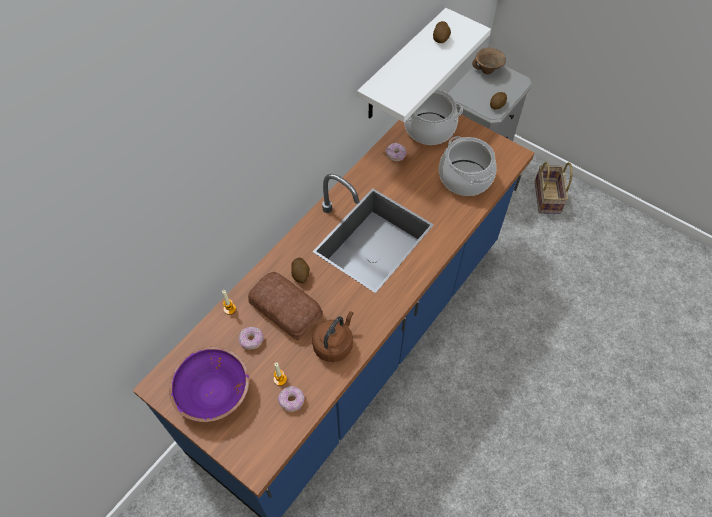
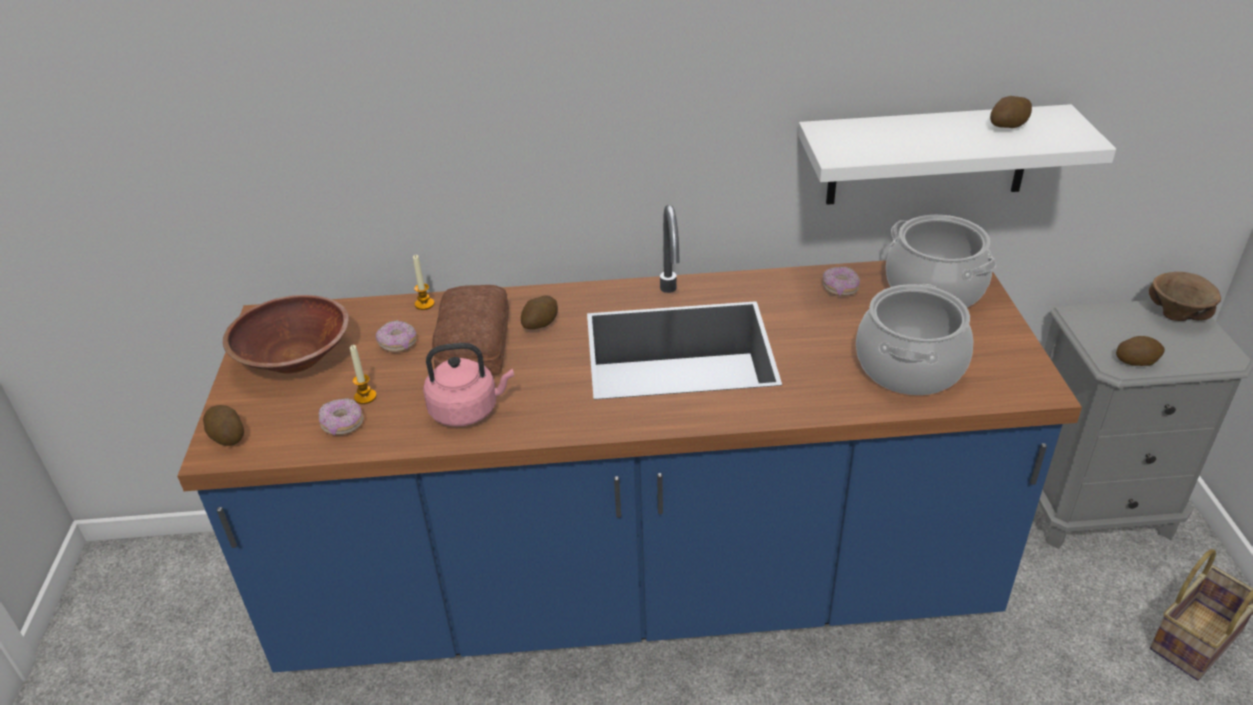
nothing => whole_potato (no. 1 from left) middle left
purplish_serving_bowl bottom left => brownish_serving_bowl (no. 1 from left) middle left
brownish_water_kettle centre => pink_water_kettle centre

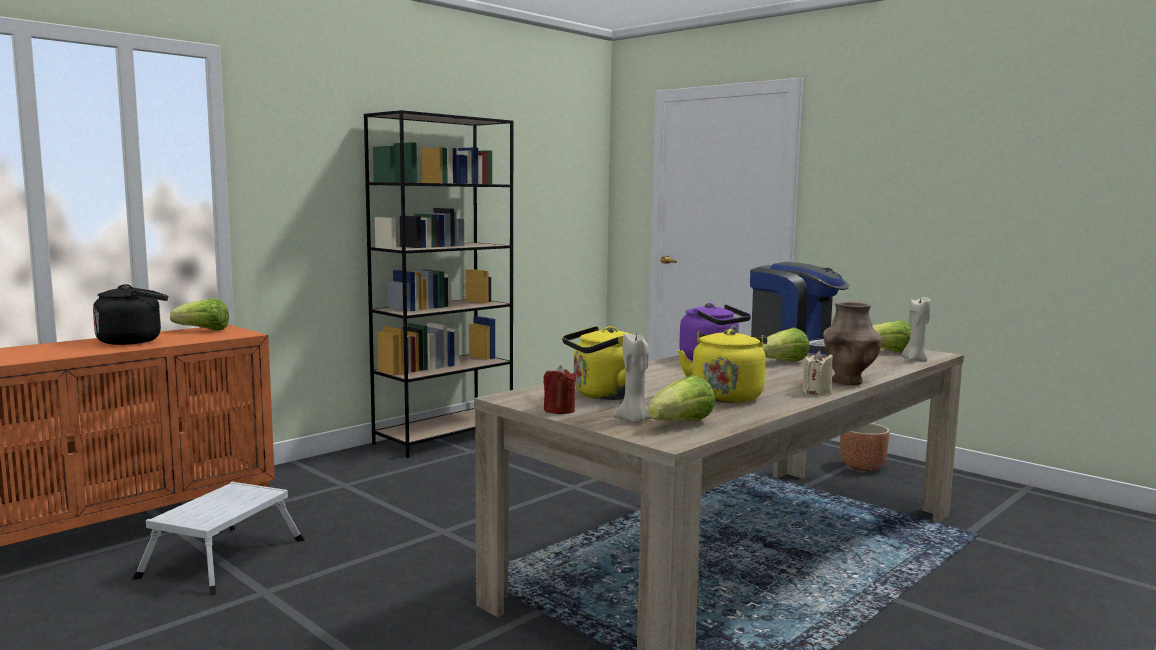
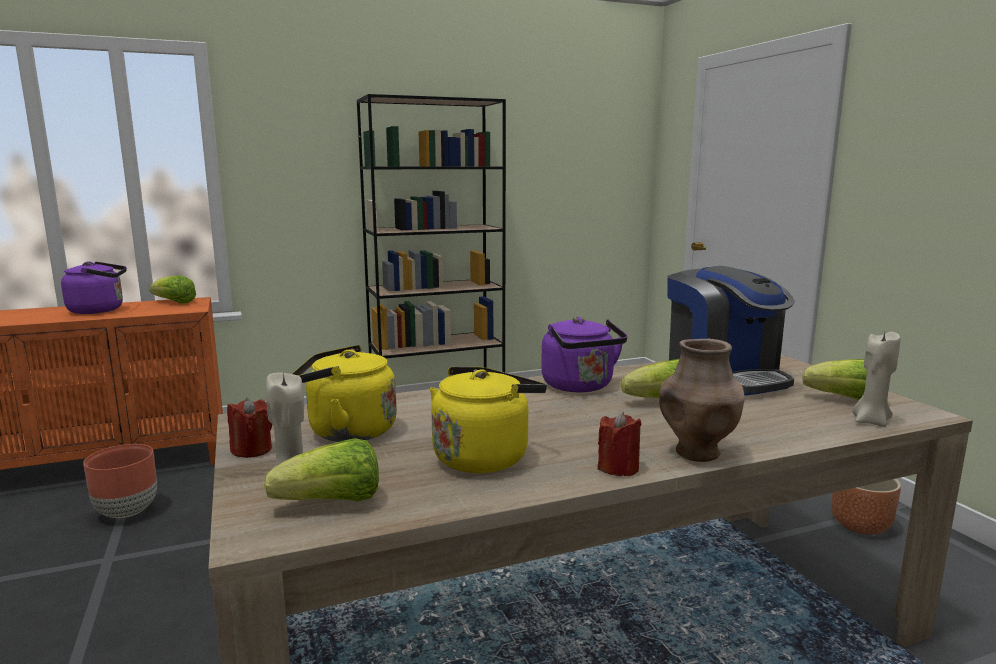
blackish_water_kettle middle left => purplish_water_kettle (no. 1 from left) middle left
whitish_step_stool bottom left => brownish_plant_pot (no. 1 from left) bottom left
sand-coloured_wax_light (no. 2 from left) middle right => reddish_wax_light (no. 2 from left) bottom centre

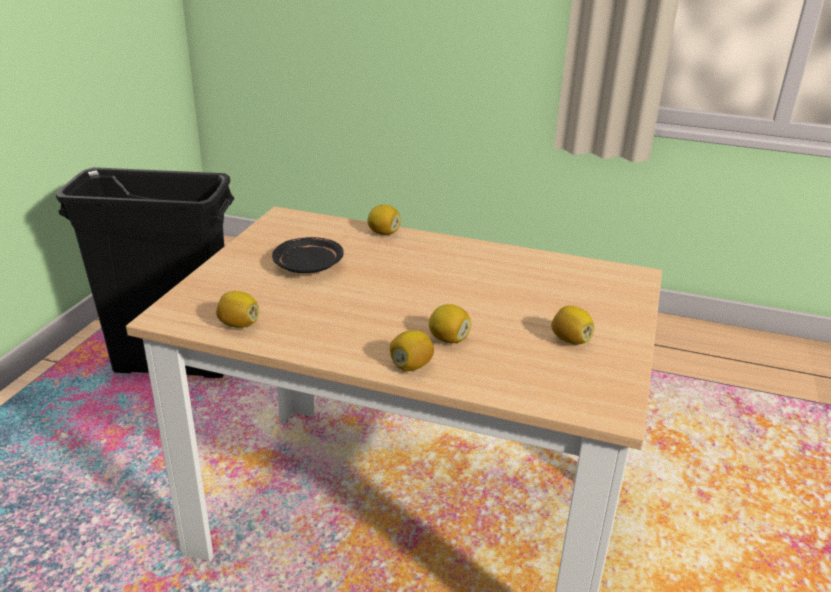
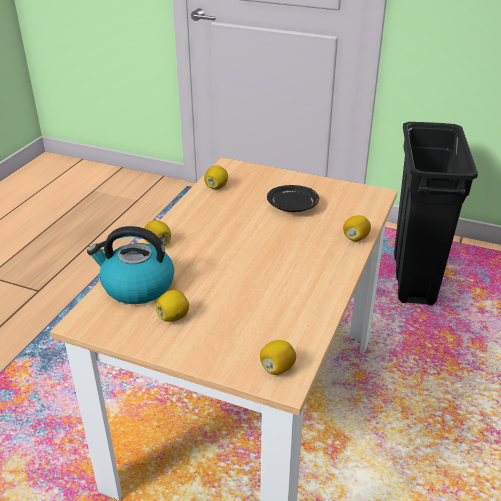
nothing => water_kettle middle left
citrus_fruit (no. 4 from left) centre => citrus_fruit (no. 4 from left) bottom centre, shifted

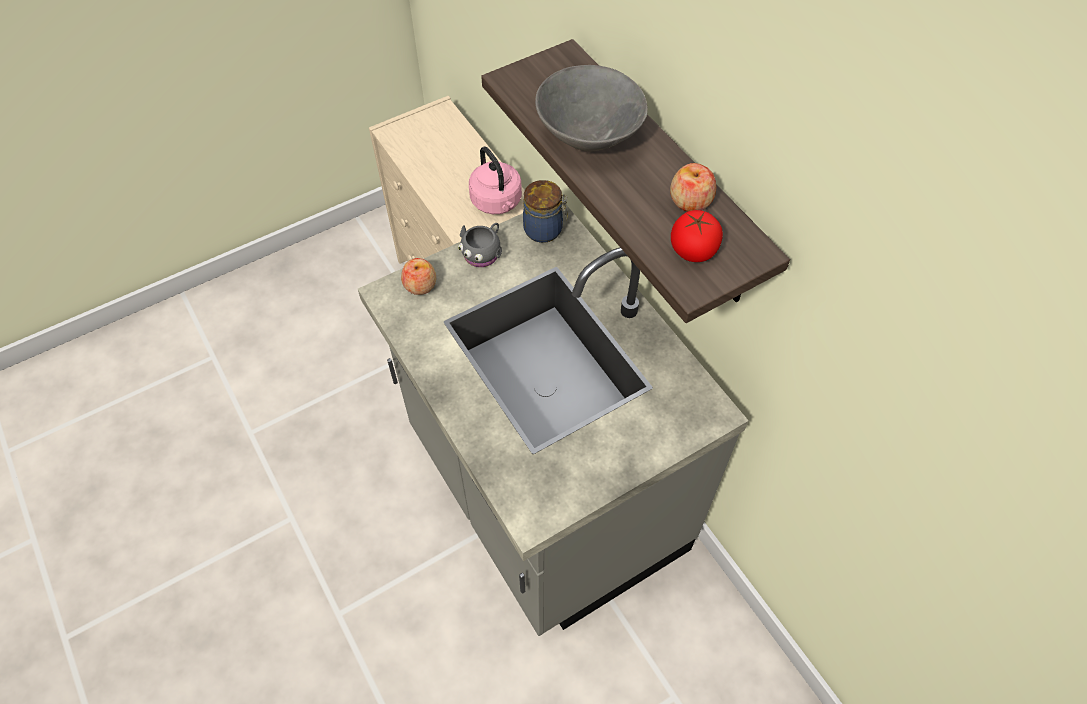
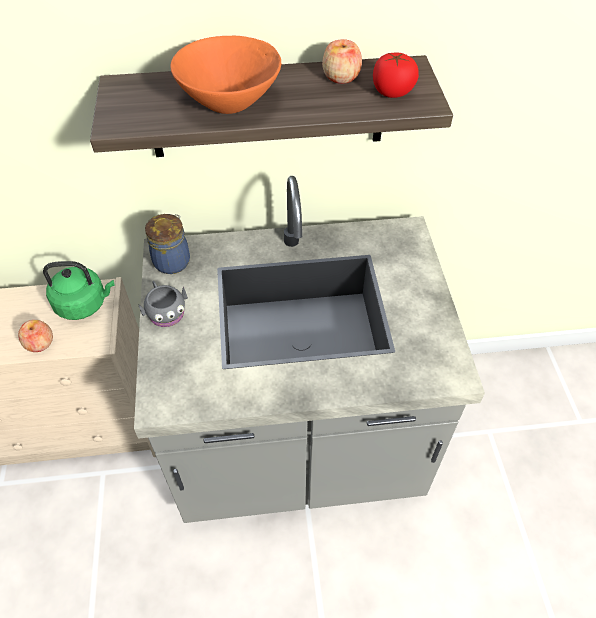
whole_apple (no. 1 from left) centre => whole_apple (no. 1 from left) middle left, shifted
pink_water_kettle top centre => greenish_water_kettle middle left
greyish_serving_bowl top centre => orange-coloured_serving_bowl top centre

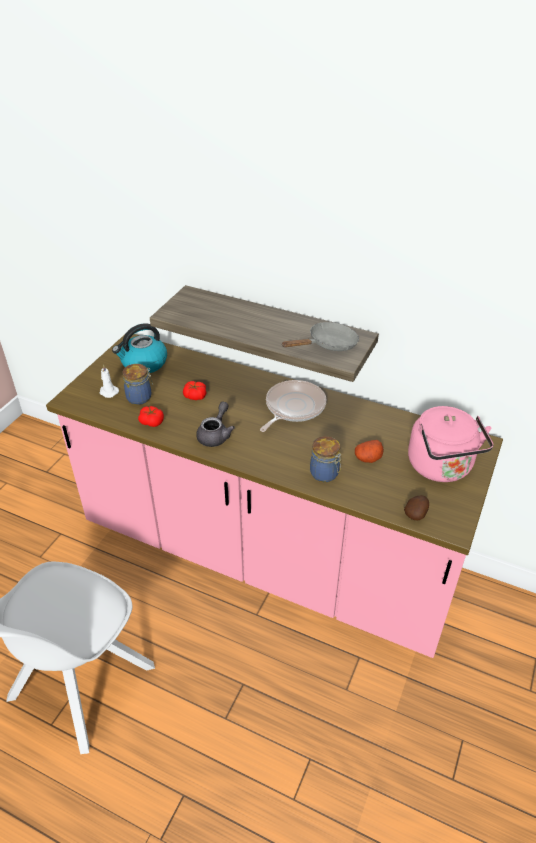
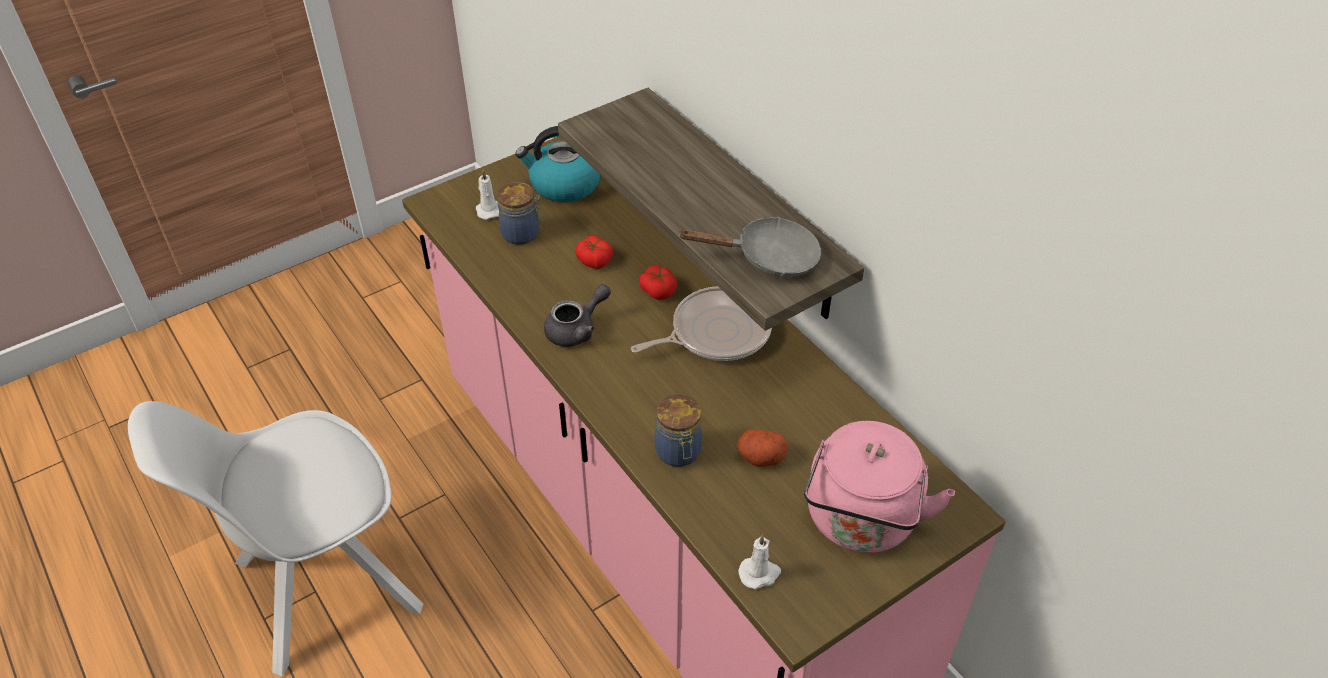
fresh_tomato (no. 1 from left in the first image) middle left => fresh_tomato (no. 2 from left) centre, shifted
whole_potato (no. 2 from left) middle right => whitish_wax_light (no. 2 from left) bottom centre

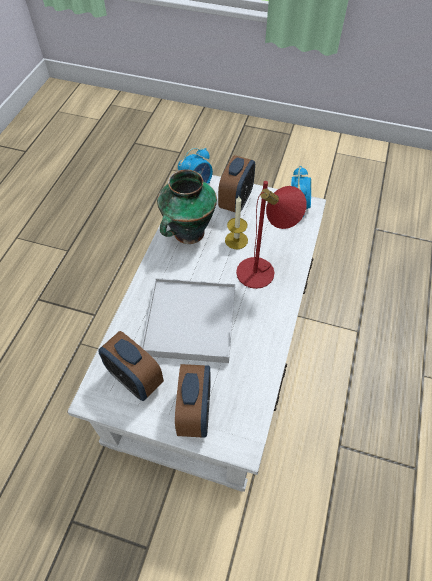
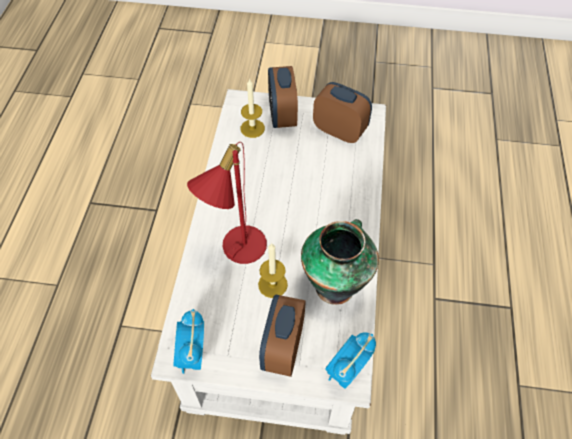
nothing => wax_light (no. 1 from left) top centre
whitish_serving_tray centre => nothing

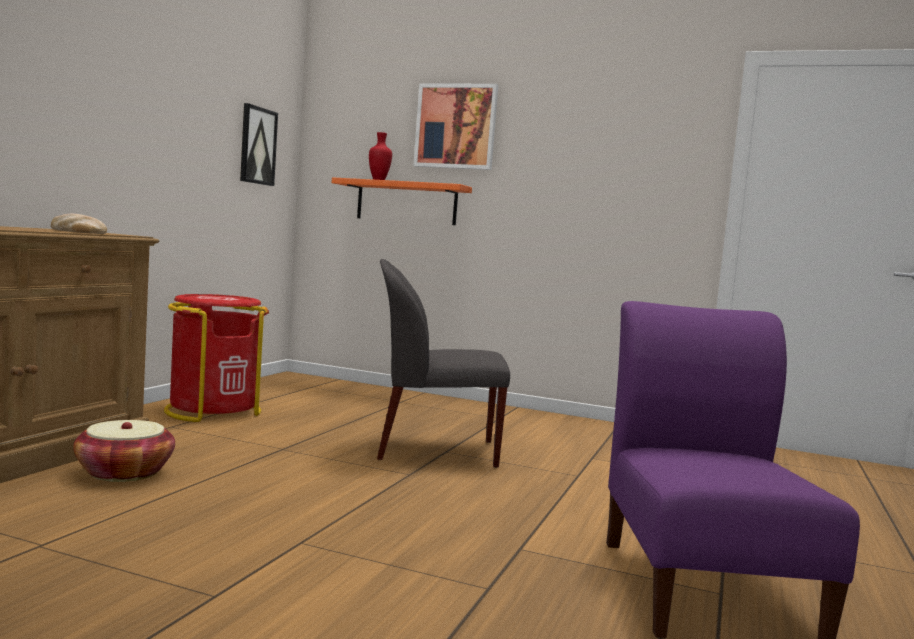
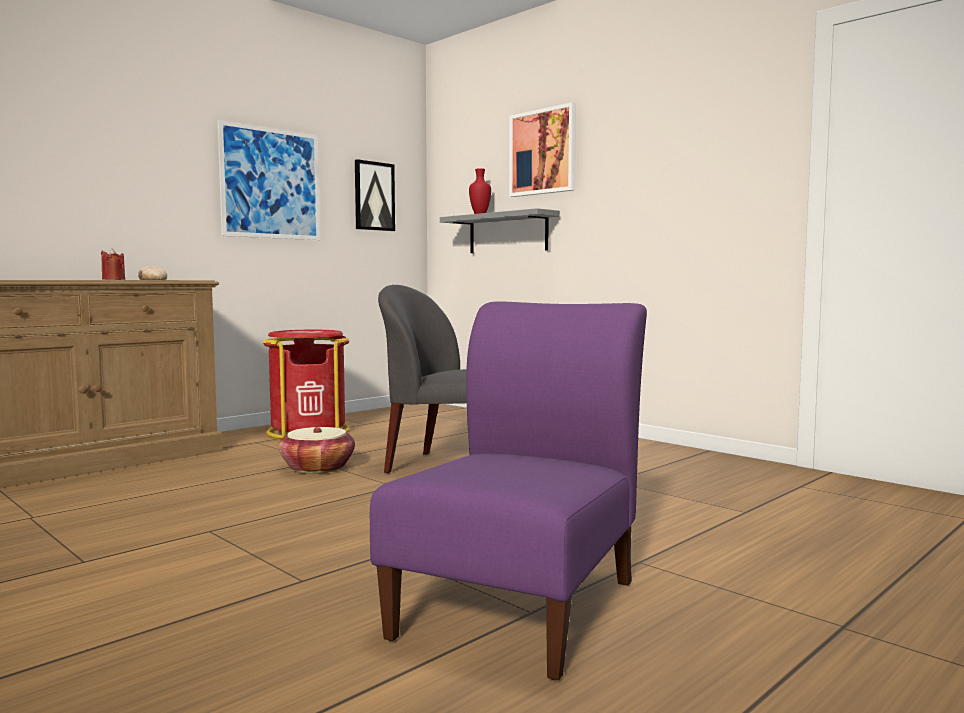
nothing => reddish_wax_light middle left
nothing => wall_art (no. 1 from left) top left
storage_basket bottom left => storage_basket middle left, shifted
orange-coloured_bracket_shelf top centre => greyish_bracket_shelf top centre

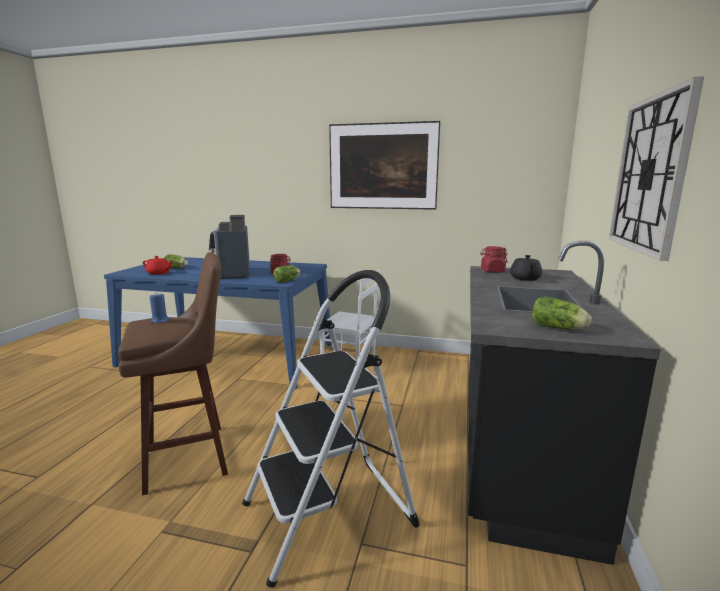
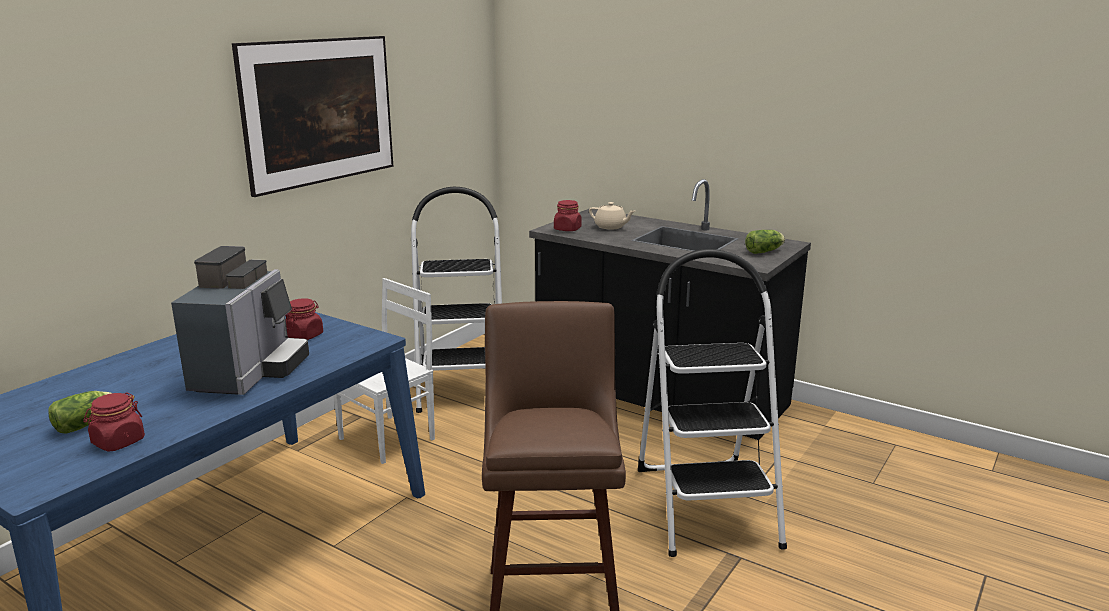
reddish_pot_for_tea middle left => reddish_jar (no. 1 from left) bottom left
coffee_brewer middle left, 90 degrees counterclockwise
nothing => step_stool (no. 1 from left) centre
blackish_pot_for_tea middle right => sand-coloured_pot_for_tea centre
blue_wax_light middle left => nothing
head_of_lettuce (no. 2 from left) centre => nothing
hanging_clock top right => nothing

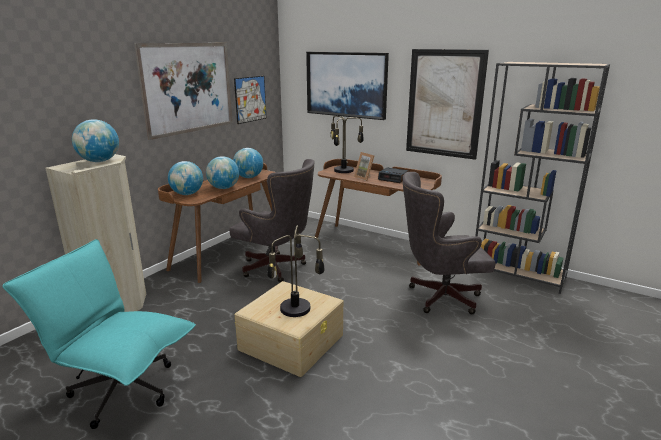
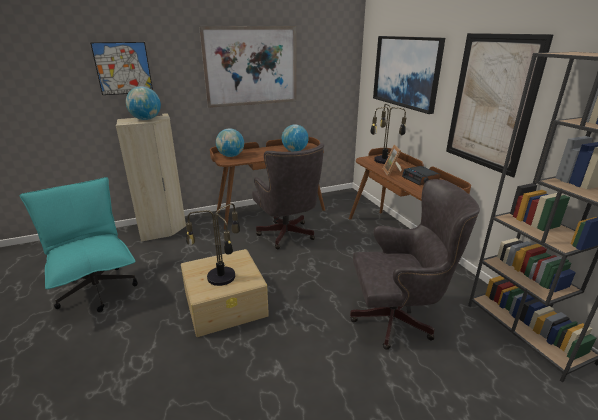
wall_art (no. 2 from left in the first image) top centre => wall_art (no. 1 from left) top left, shifted
greyish_computer_chair (no. 2 from left) middle right, 150 degrees clockwise
desk_globe (no. 3 from left) centre => nothing

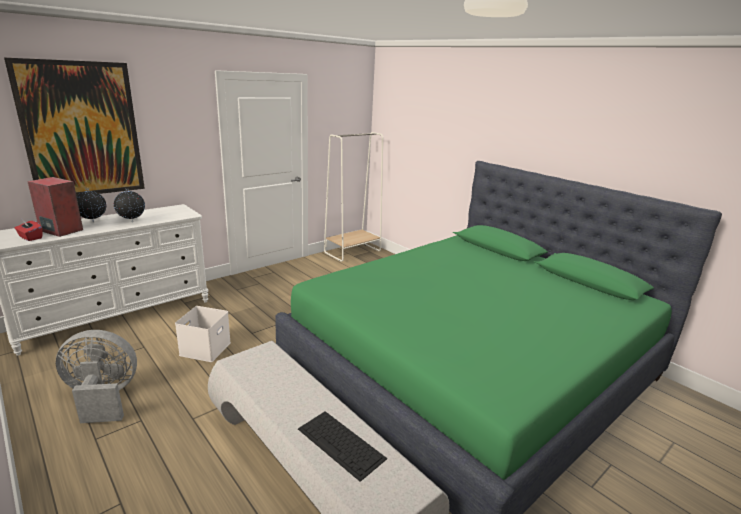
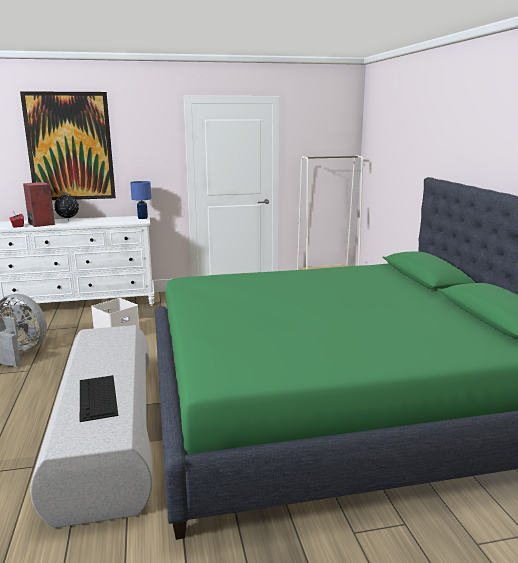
nothing => blue_lamp_for_a_table middle left
desk_globe (no. 2 from left) middle left => nothing

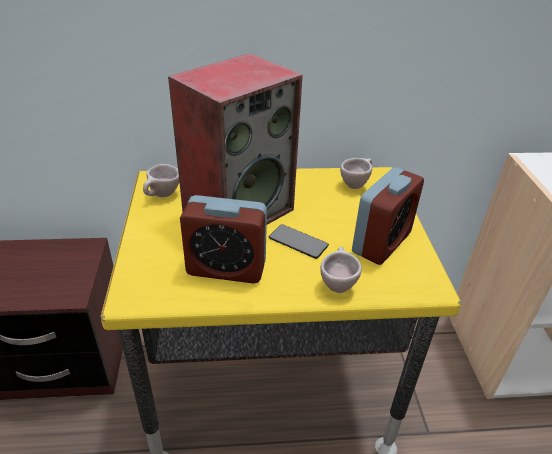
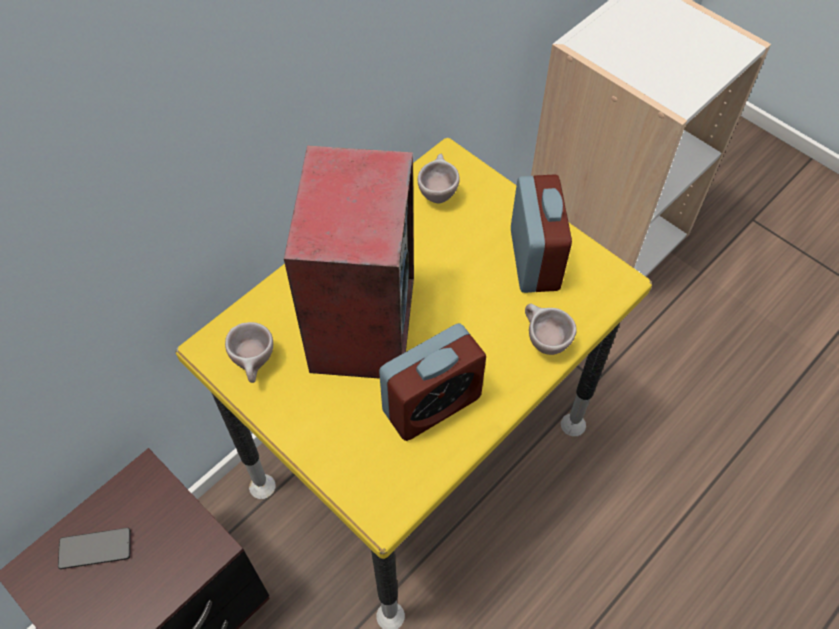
telephone centre => telephone bottom left, shifted

